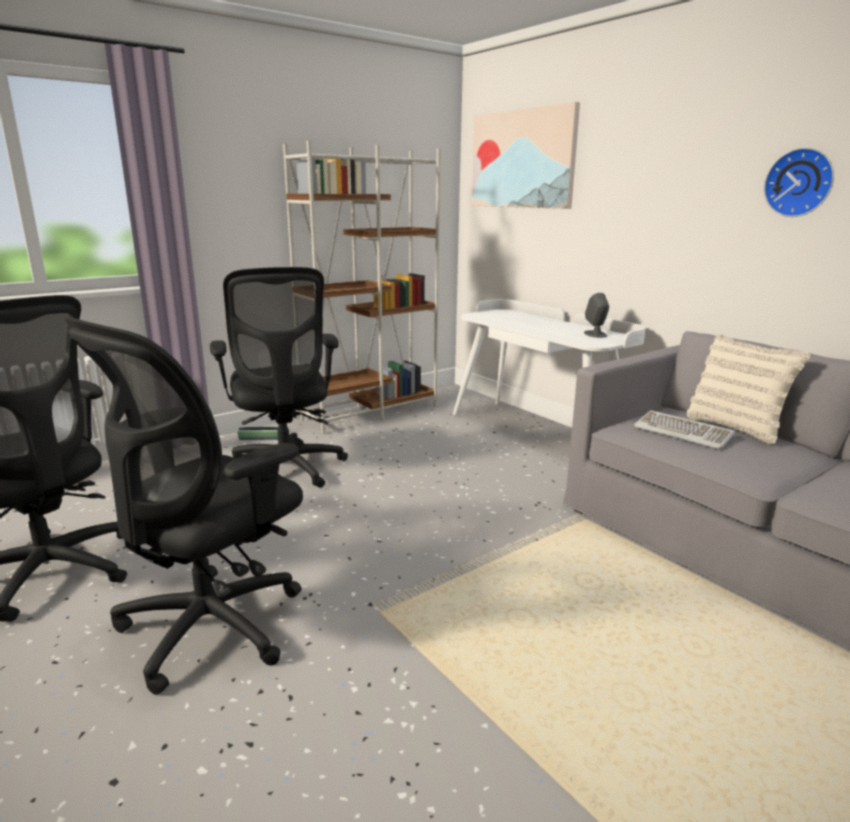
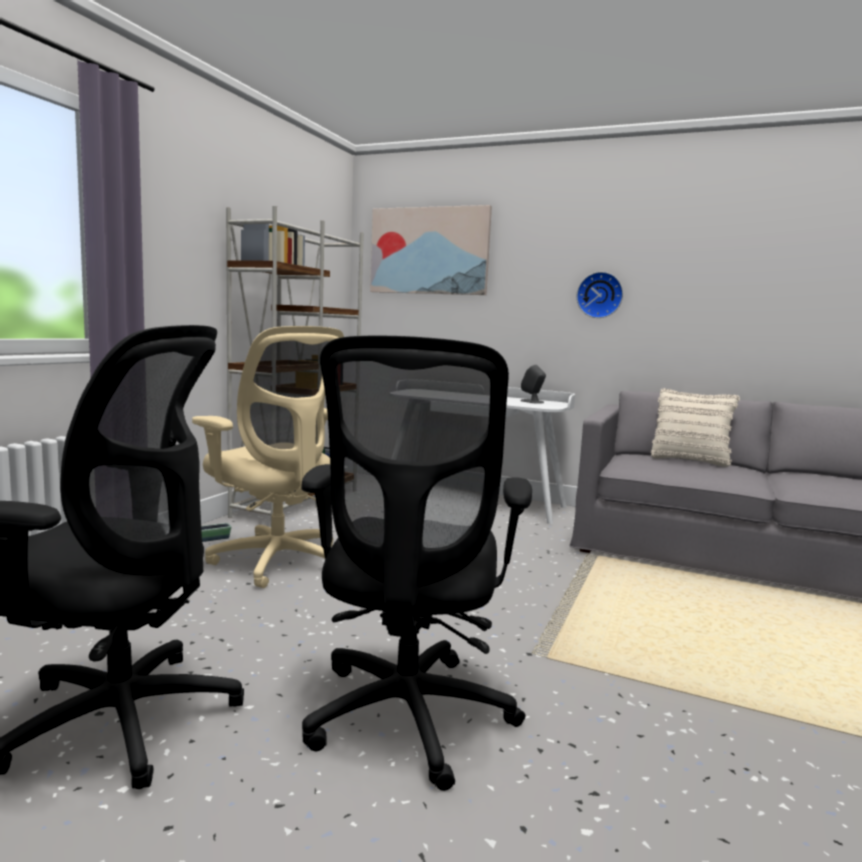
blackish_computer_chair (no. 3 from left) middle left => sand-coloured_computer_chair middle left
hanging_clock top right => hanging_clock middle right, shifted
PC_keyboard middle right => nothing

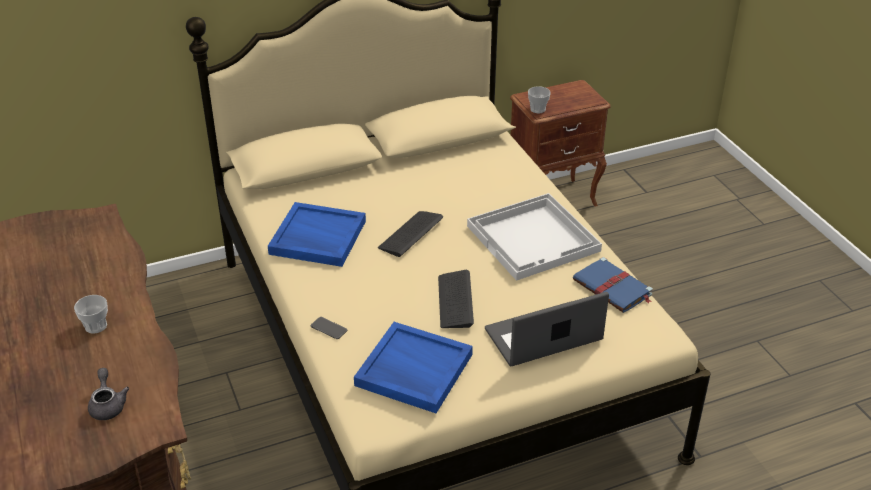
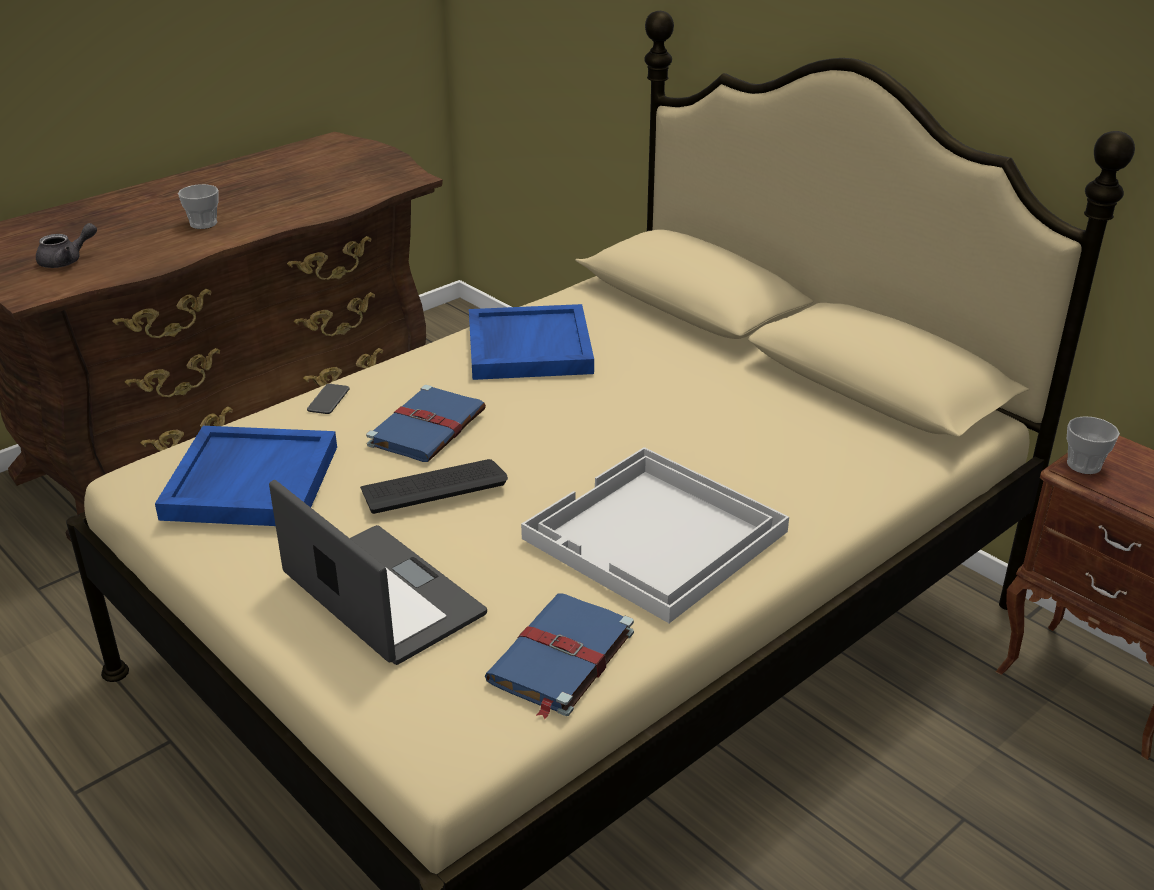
nothing => blue_book (no. 1 from left) centre
PC_keyboard (no. 1 from left) centre => nothing

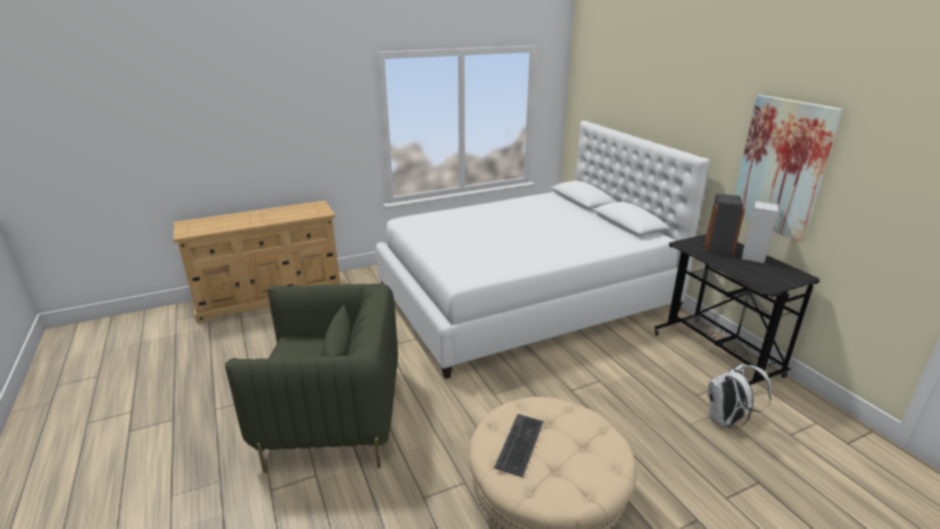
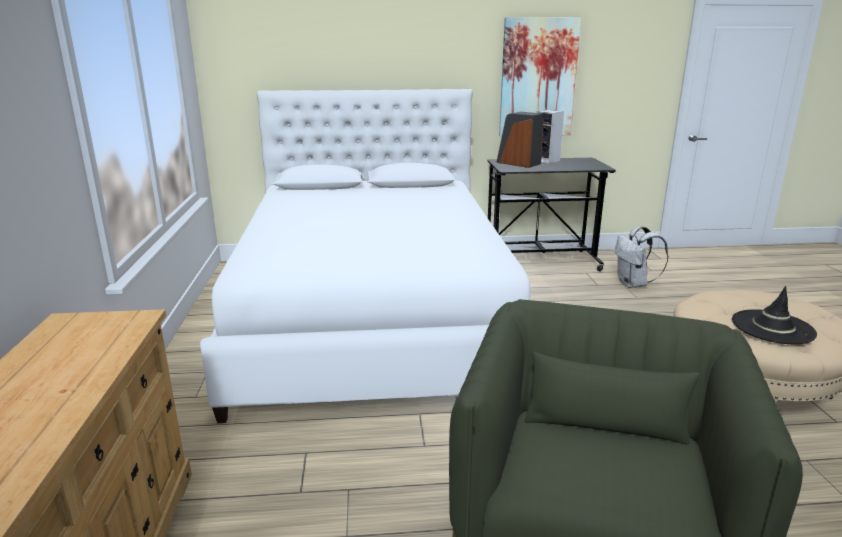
PC_keyboard bottom centre => blackish_hat middle right

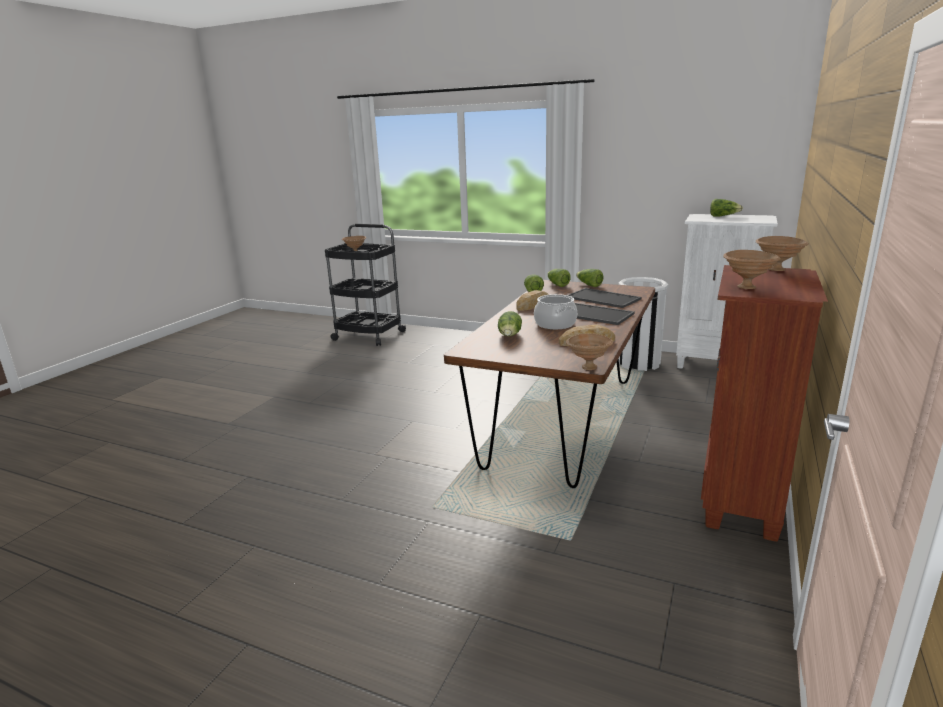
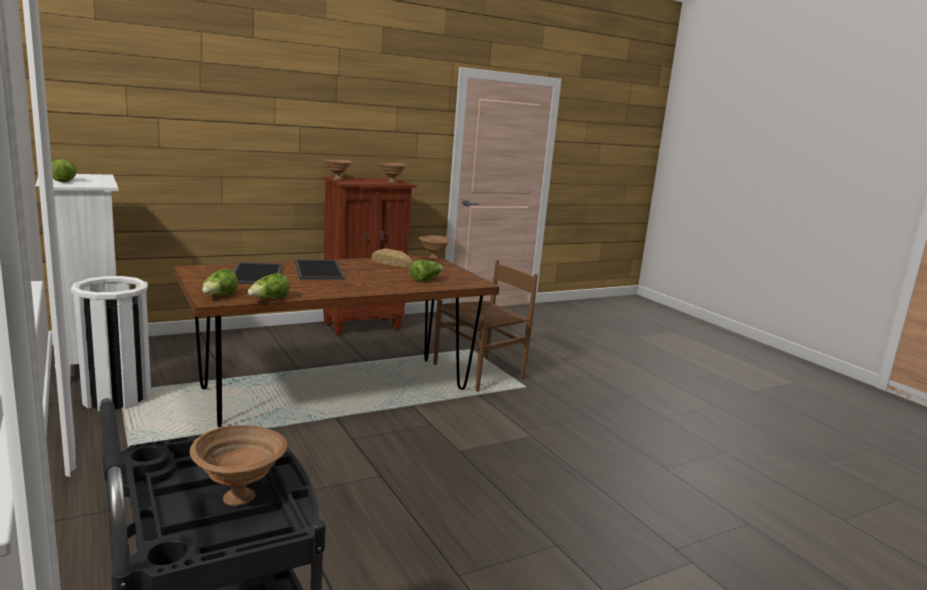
nothing => brownish_plain_chair centre
bread (no. 1 from left) centre => nothing
stockpot centre => nothing
head_of_lettuce (no. 4 from left) centre => nothing

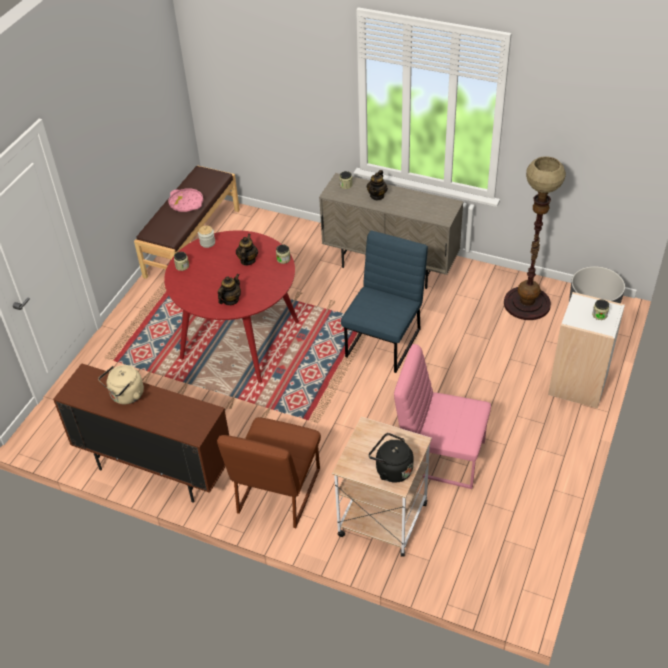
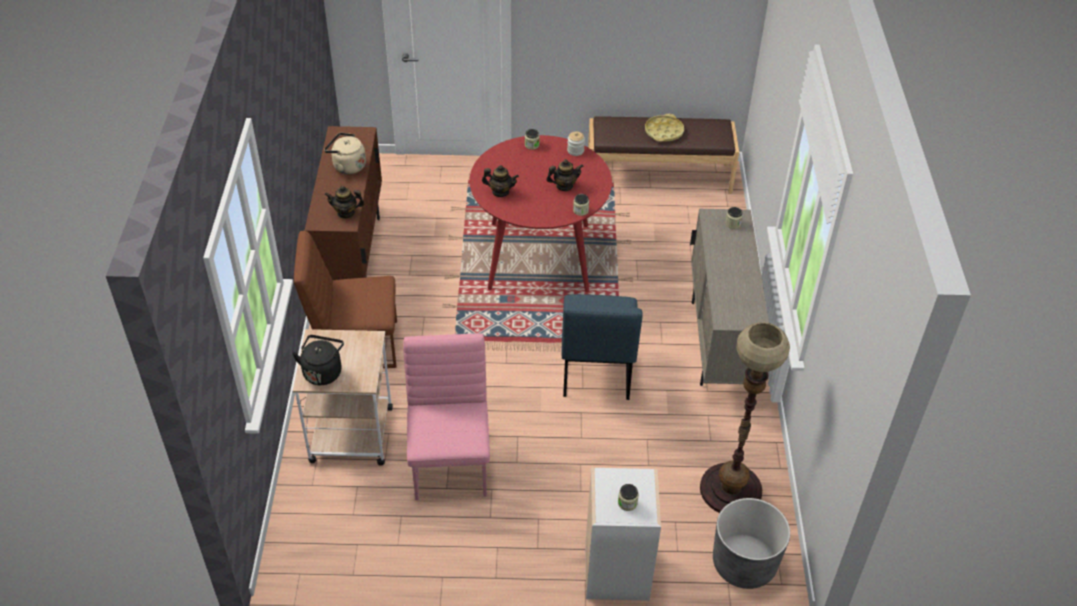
pot_for_tea (no. 3 from left in the first image) top centre => pot_for_tea (no. 1 from left) middle left, shifted
blue_plain_chair centre, 90 degrees clockwise
pink_serving_tray top left => yellow-coloured_serving_tray top centre

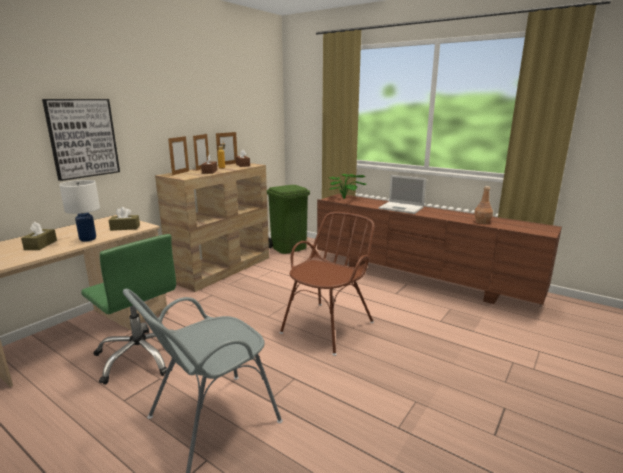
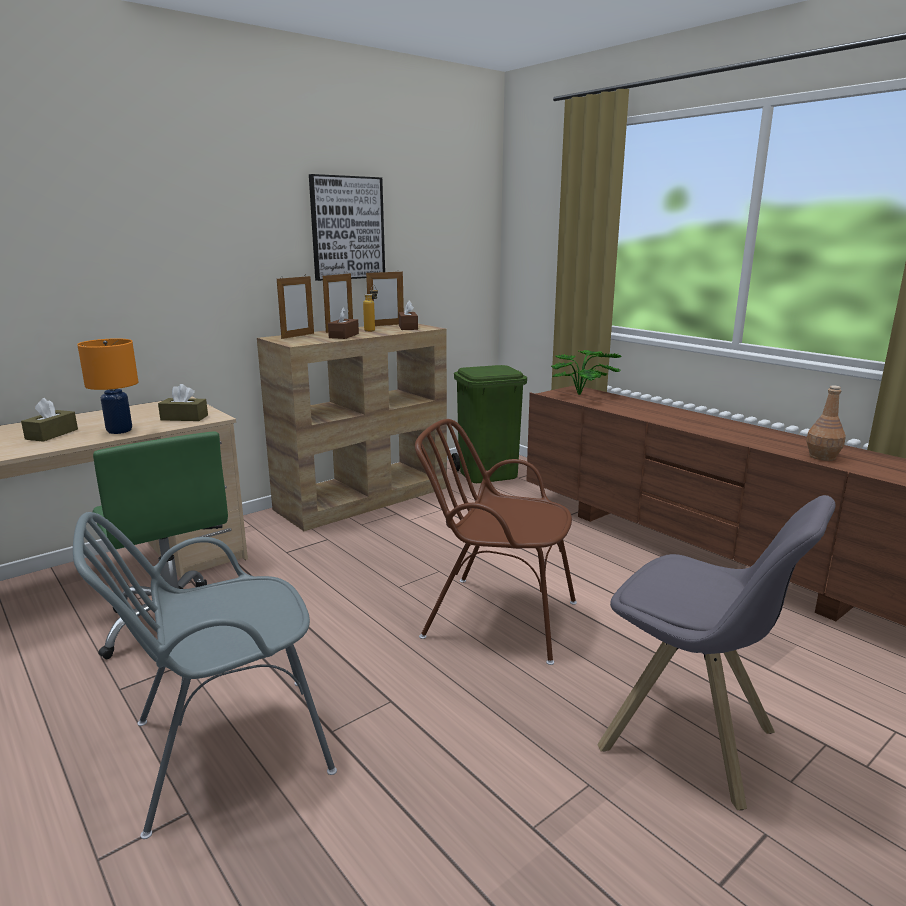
whitish_lamp_for_a_table middle left => orange-coloured_lamp_for_a_table middle left
wall_art top left => wall_art top centre, shifted
brownish_plain_chair centre, 120 degrees counterclockwise
nothing => greyish_plain_chair (no. 2 from left) bottom right
portable_computer centre => nothing

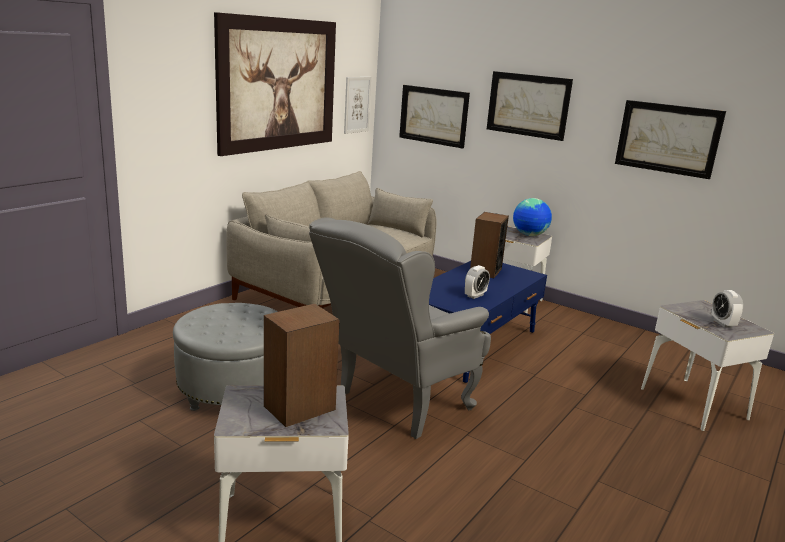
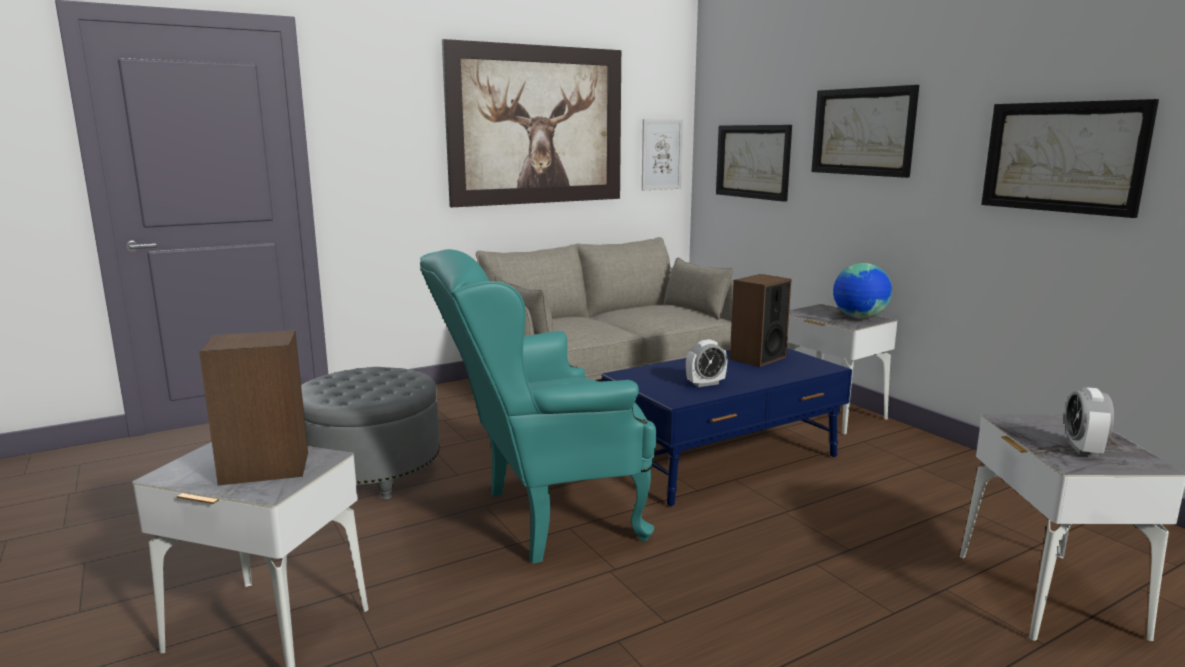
greyish_lounge_chair centre => turquoise_lounge_chair centre

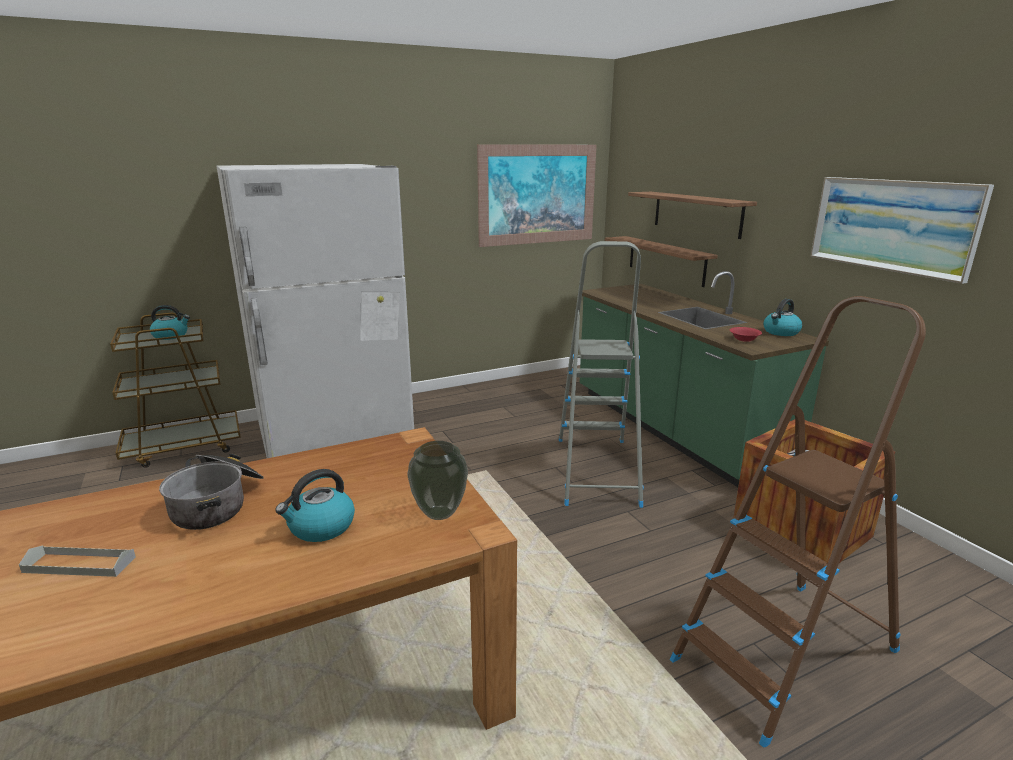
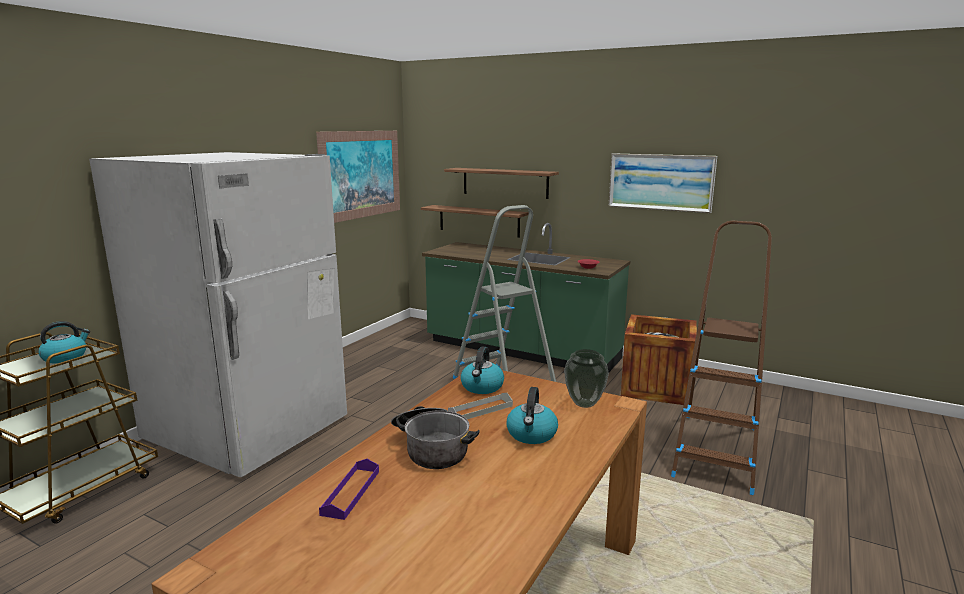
nothing => purplish_serving_tray bottom centre
greyish_serving_tray bottom left => greyish_serving_tray bottom centre, shifted
water_kettle (no. 3 from left in the first image) middle right => water_kettle (no. 2 from left) centre, shifted

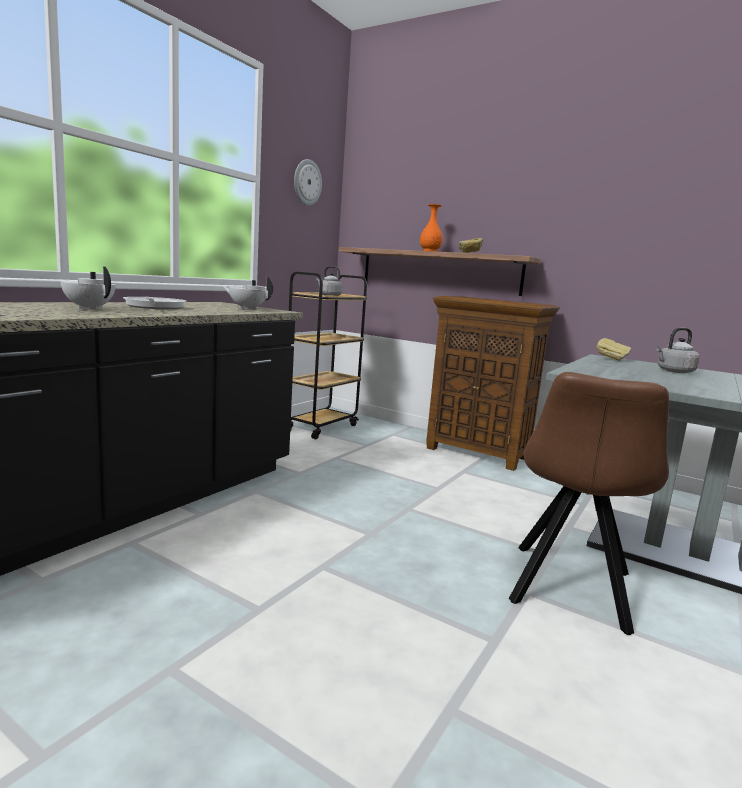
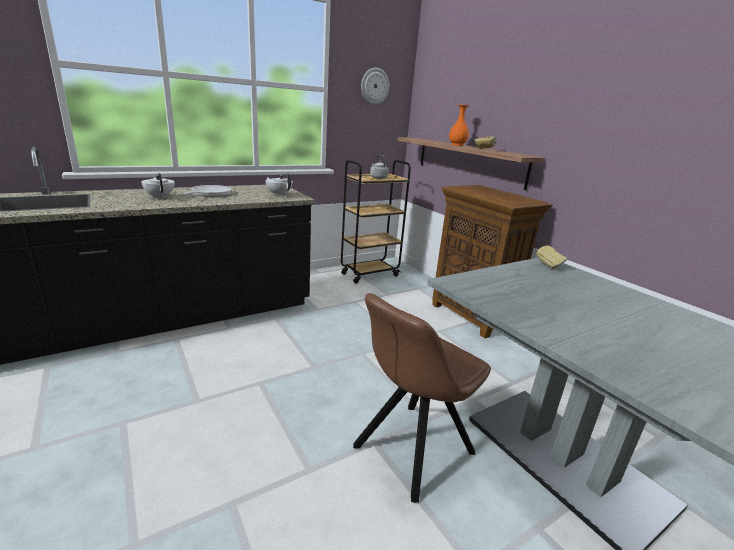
greyish_water_kettle (no. 2 from left) middle right => nothing

